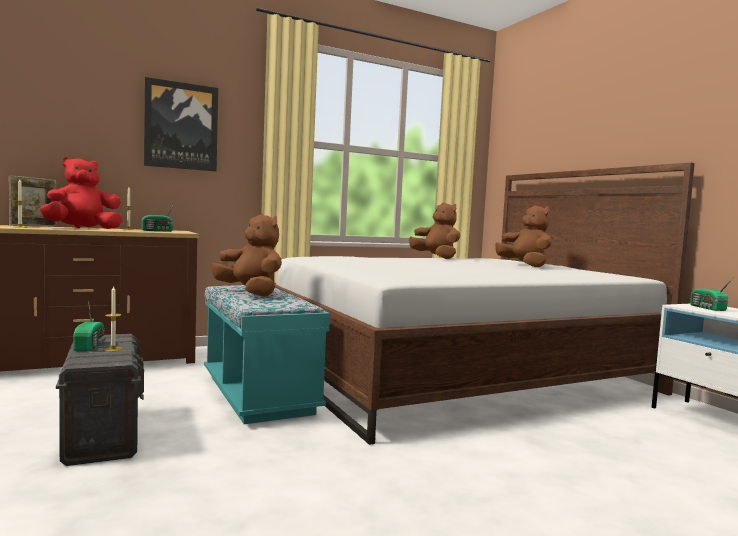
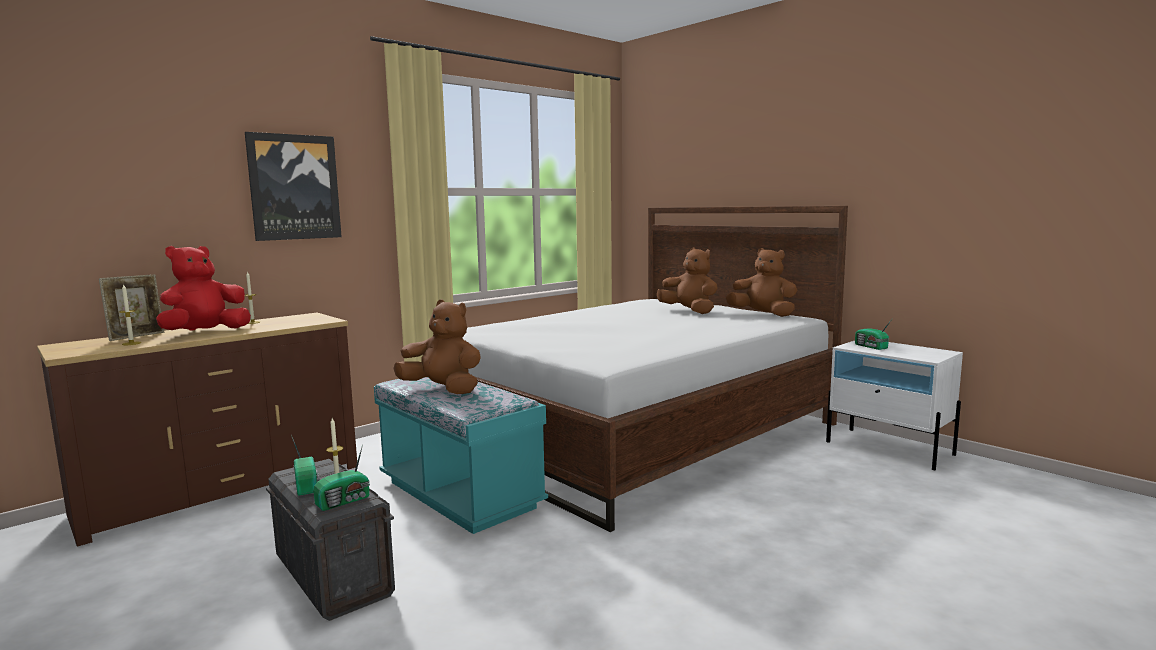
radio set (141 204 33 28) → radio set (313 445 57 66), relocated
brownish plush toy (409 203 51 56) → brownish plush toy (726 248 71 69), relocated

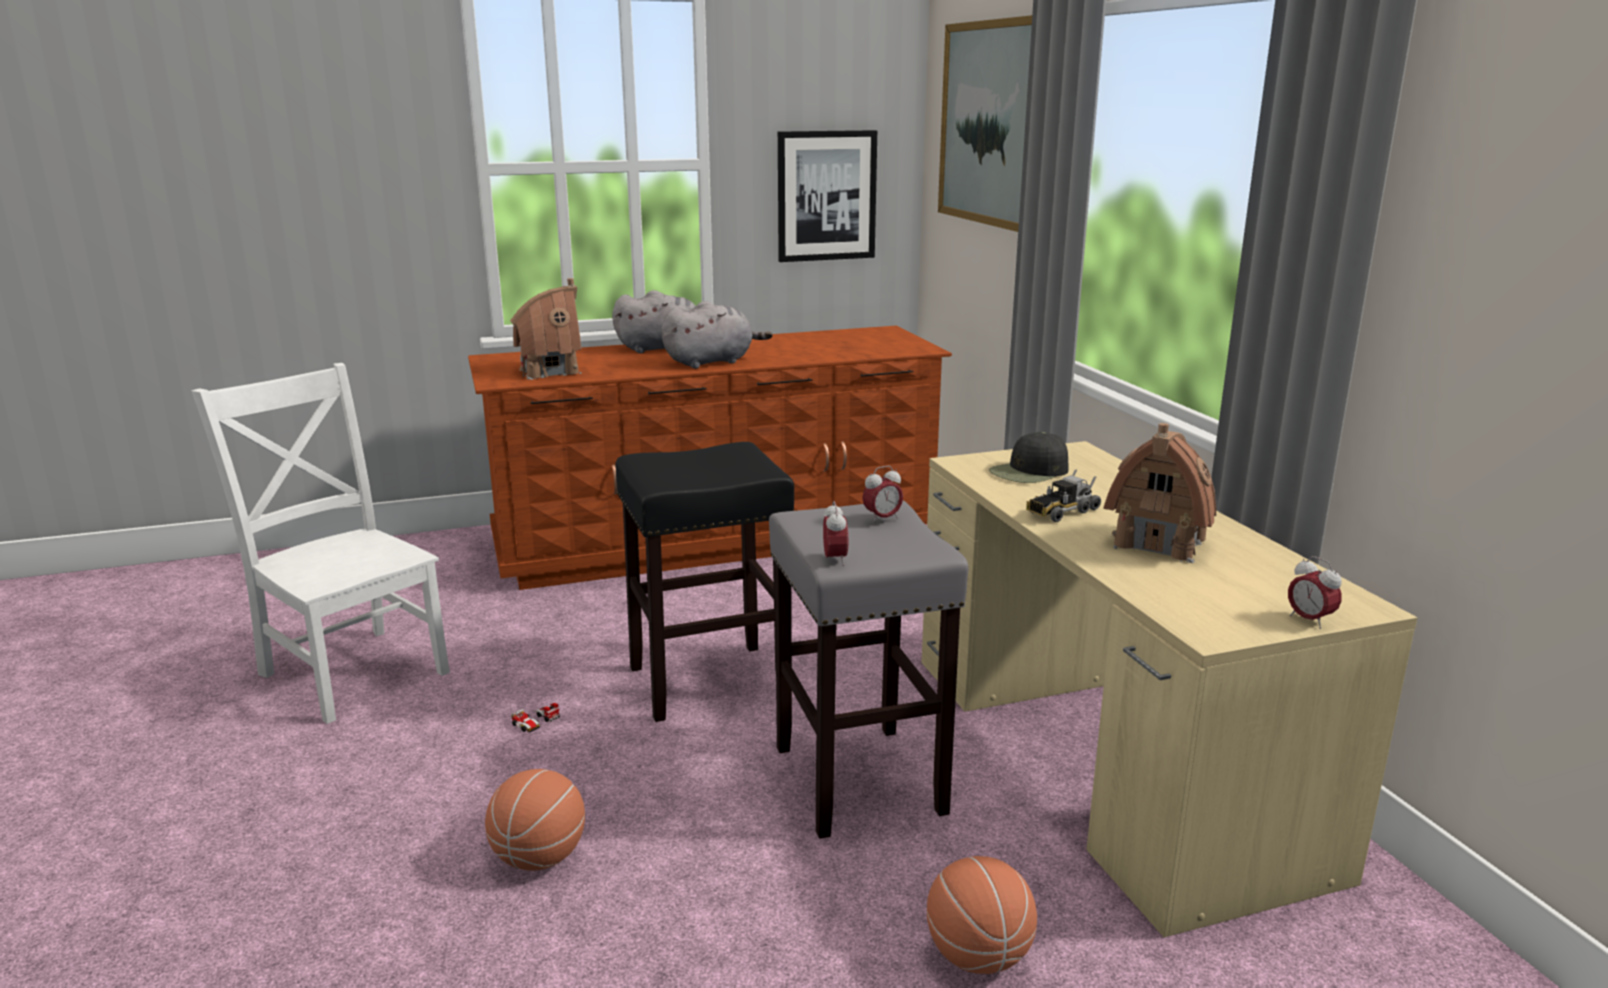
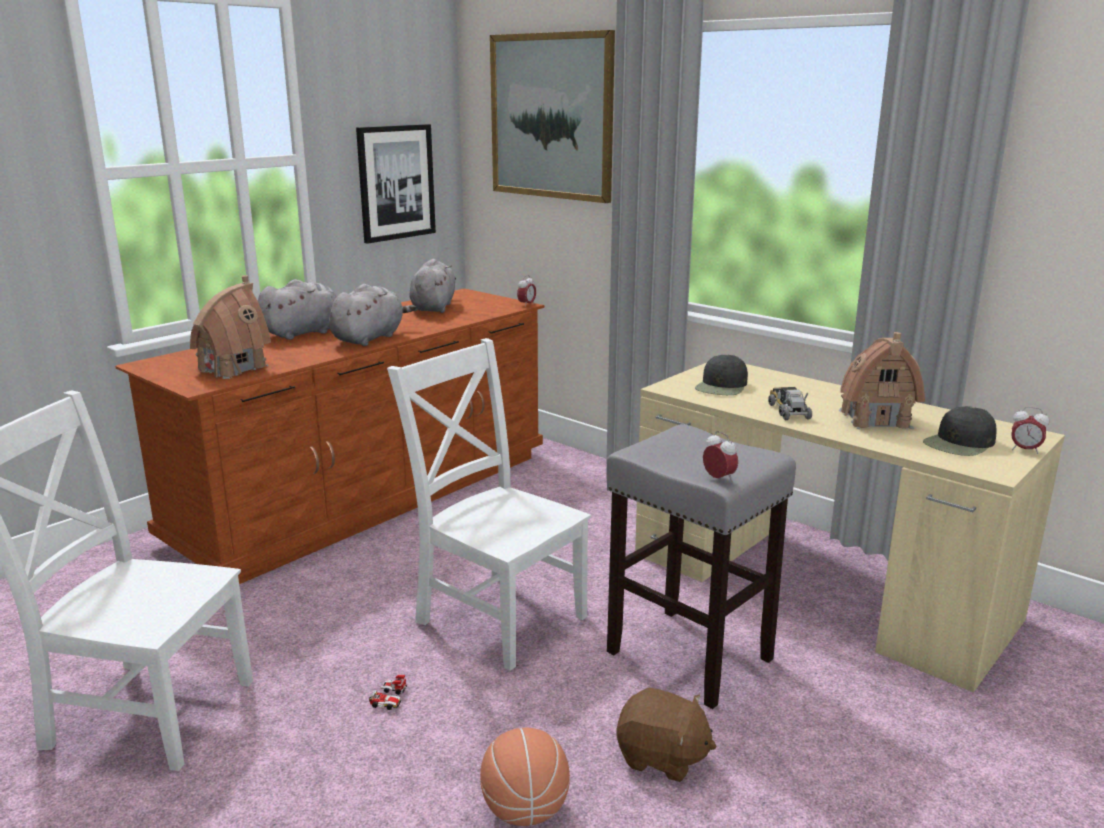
blackish sitting stool (615 442 179 280) → white chair (387 338 204 333)
table clock (862 466 41 57) → table clock (517 275 19 32), relocated
basketball (927 856 110 118) → -
toy truck (1026 469 75 53) → toy truck (768 387 44 33), 150 degrees clockwise
- → grey plush toy (409 259 47 54)
- → brownish plush toy (616 688 101 94)
- → blackish peaked cap (923 406 74 50)

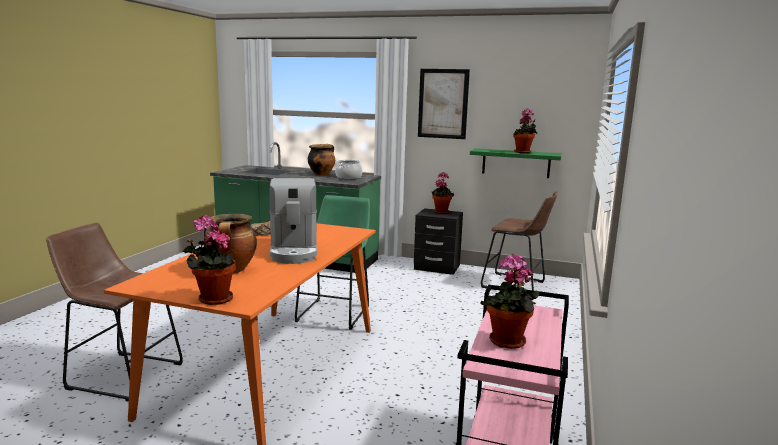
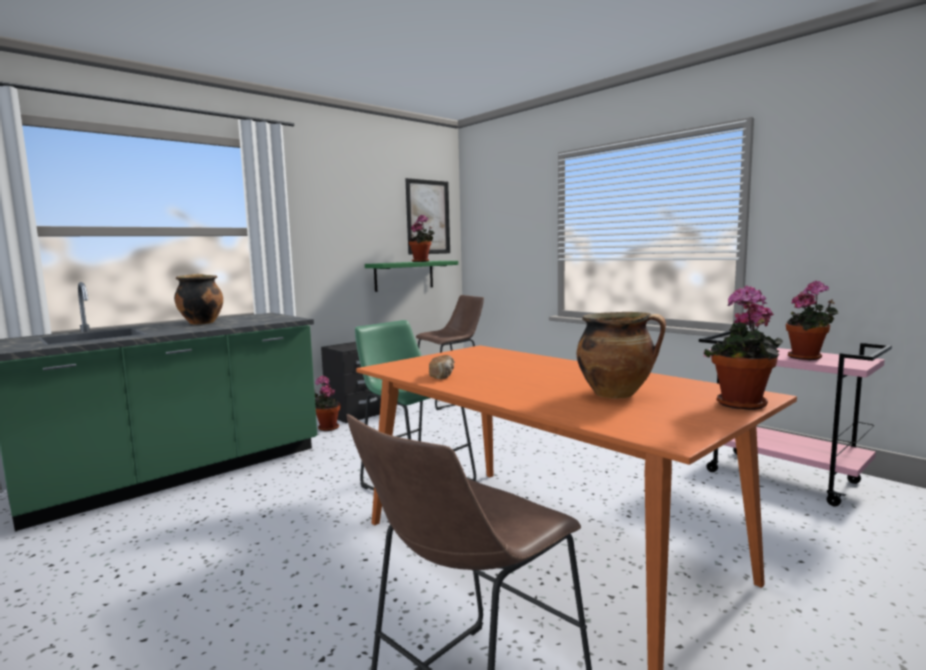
coffee machine (269 178 48 86) → -
cooking pot (335 160 27 19) → -
wall picture (418 69 52 70) → wall picture (405 178 45 77), relocated
houseplant (432 172 22 42) → houseplant (314 376 27 55), relocated

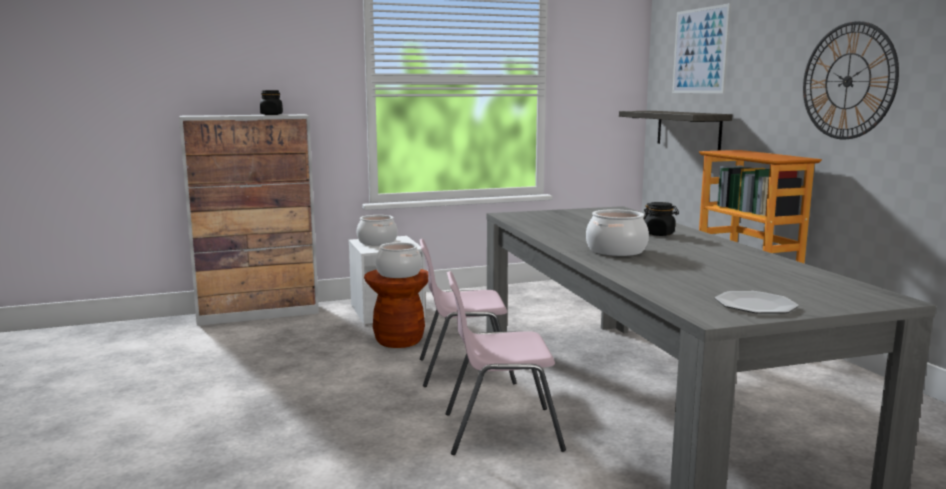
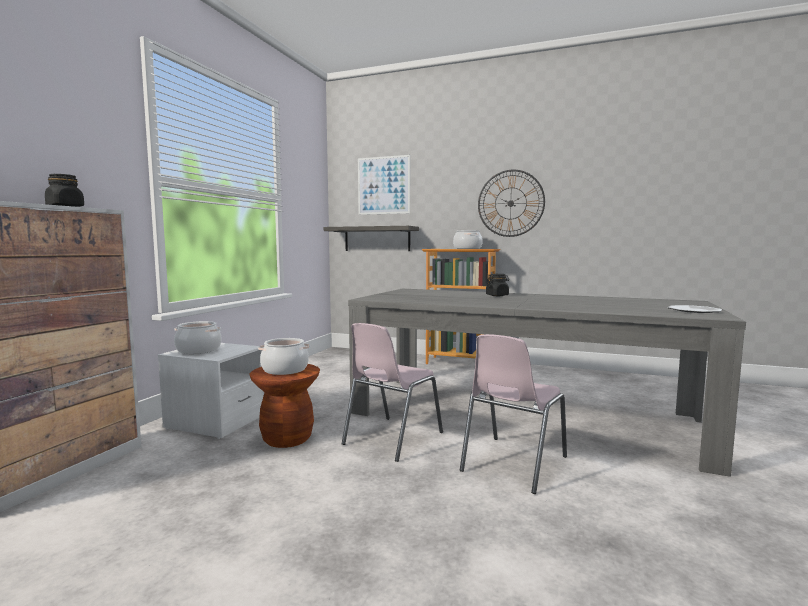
cooking pot (586 209 63 47) → cooking pot (453 230 30 19), relocated

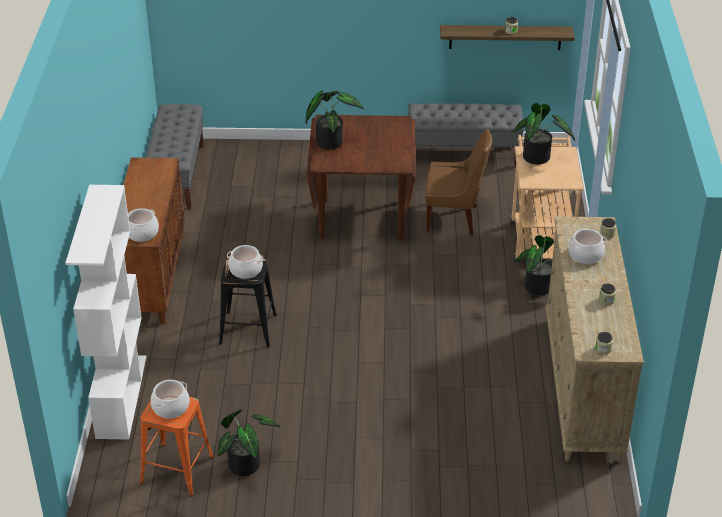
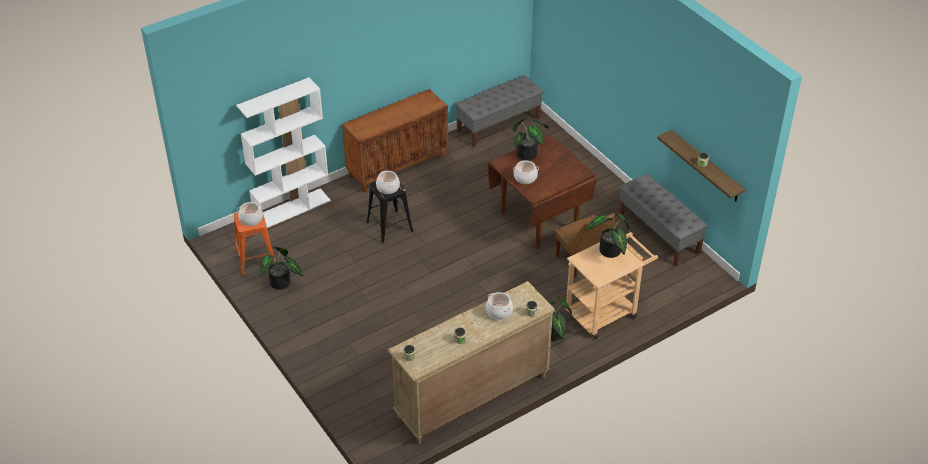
cooking pot (128 208 31 34) → cooking pot (513 160 26 24), relocated

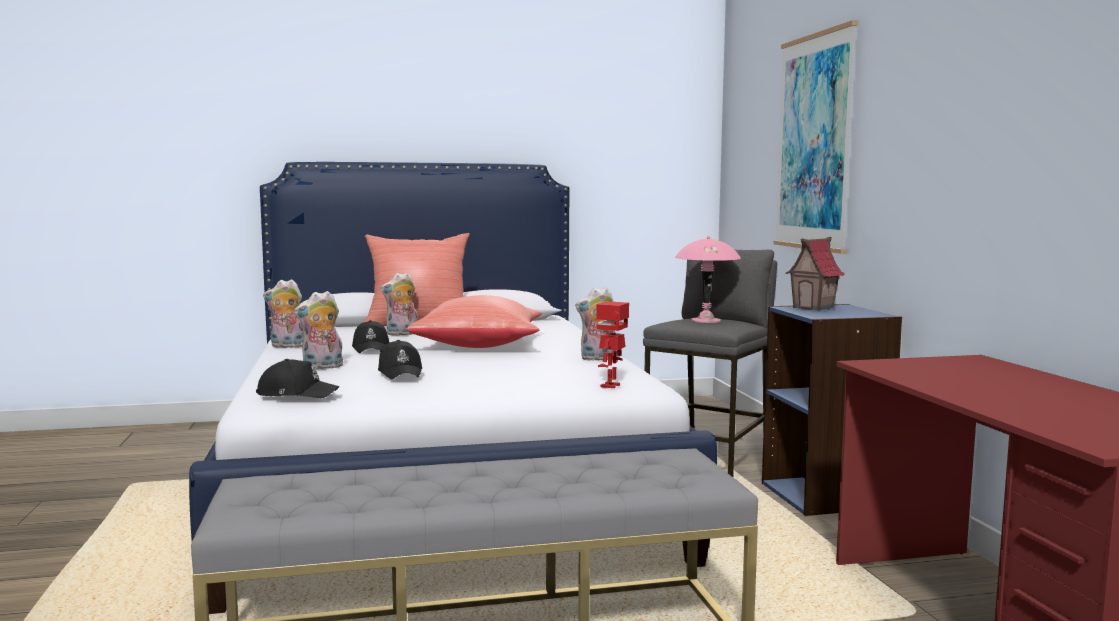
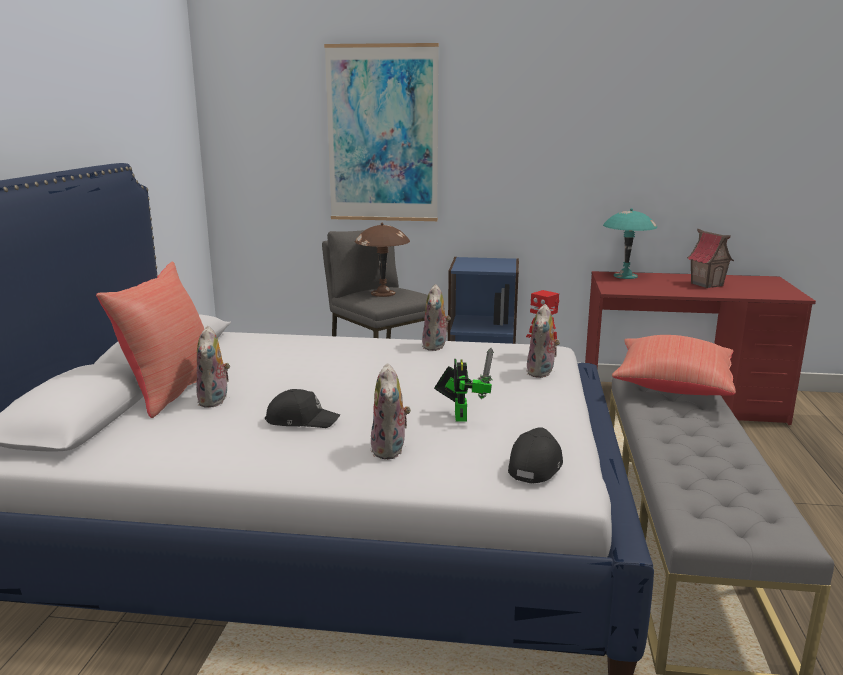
plush toy (263 279 41 69) → plush toy (527 304 33 74), relocated
blackish peaked cap (378 340 44 39) → model robot (434 348 60 73)
red pillow (407 295 135 53) → red pillow (612 335 124 61), relocated
pink-coloured lamp for a table (675 236 66 87) → brownish lamp for a table (355 223 55 74)
miniature house (786 237 59 74) → miniature house (687 229 47 59), relocated
- → turquoise-coloured lamp for a table (603 208 54 71)

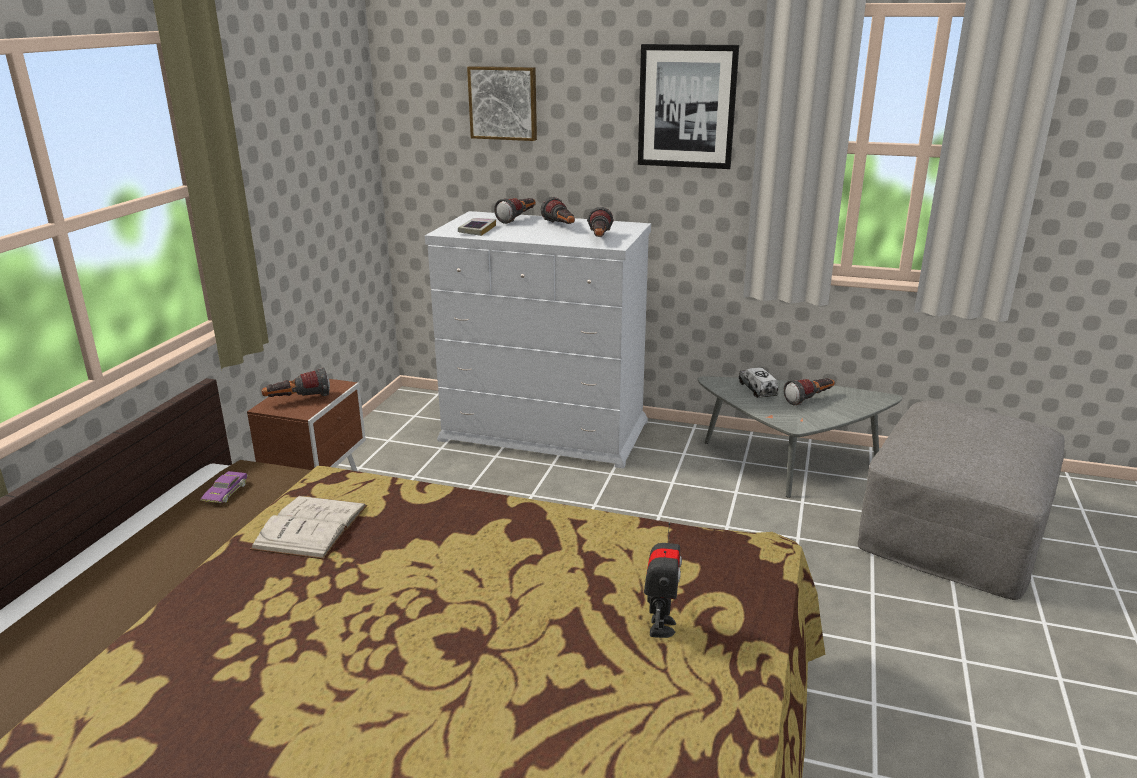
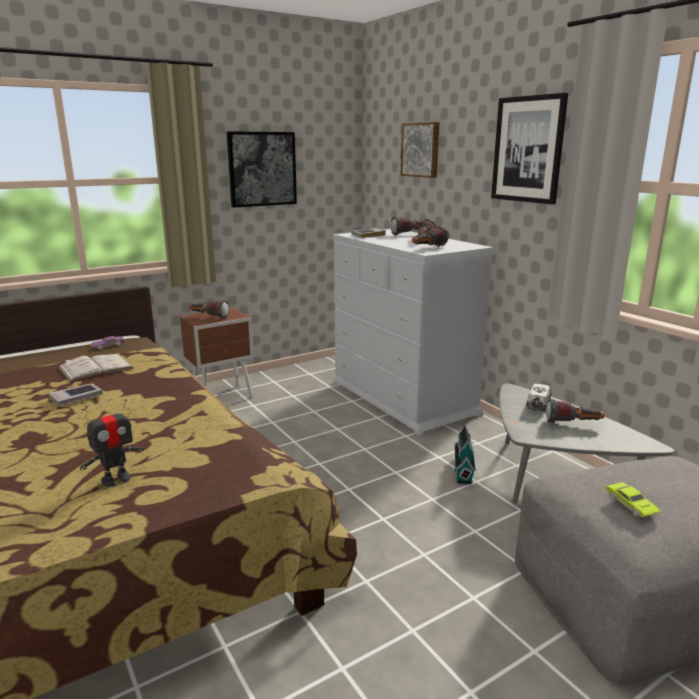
- → bound book (49 383 54 23)
- → wall picture (227 131 70 77)
- → miniature house (454 425 22 59)
- → green-coloured model car (606 482 55 35)

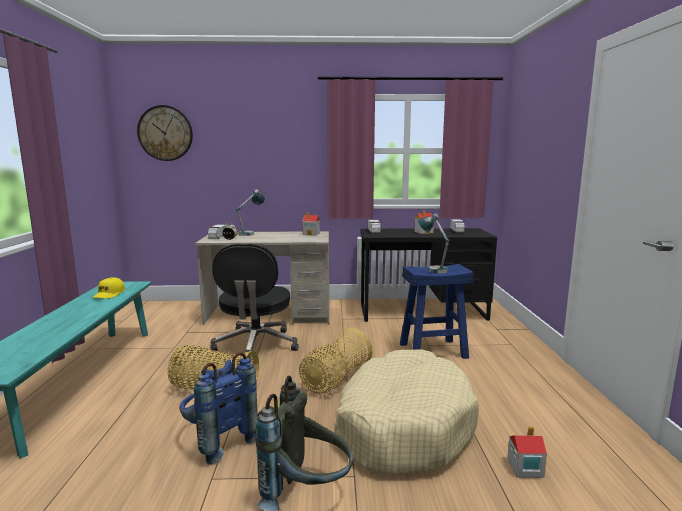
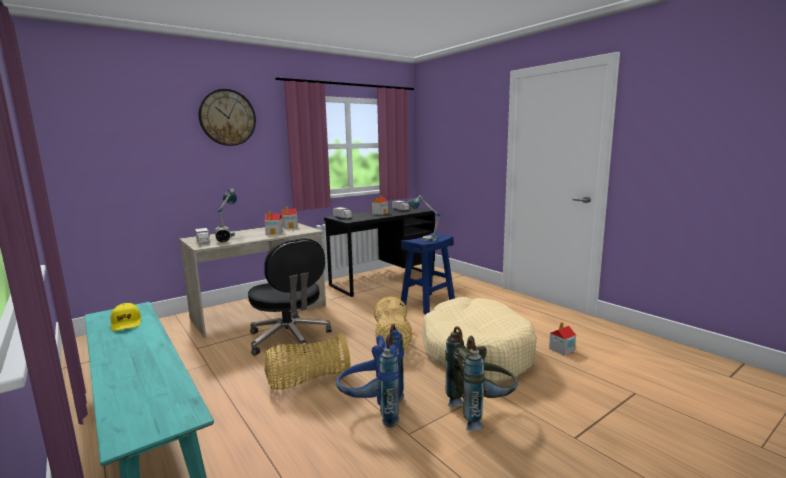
wall clock (137 105 56 56) → wall clock (199 89 57 57), relocated
- → miniature house (265 211 18 24)

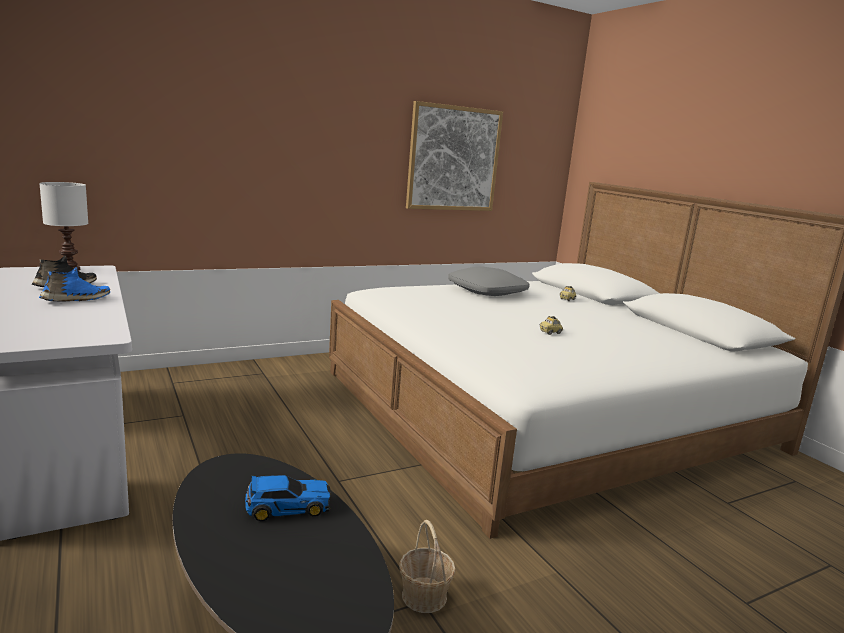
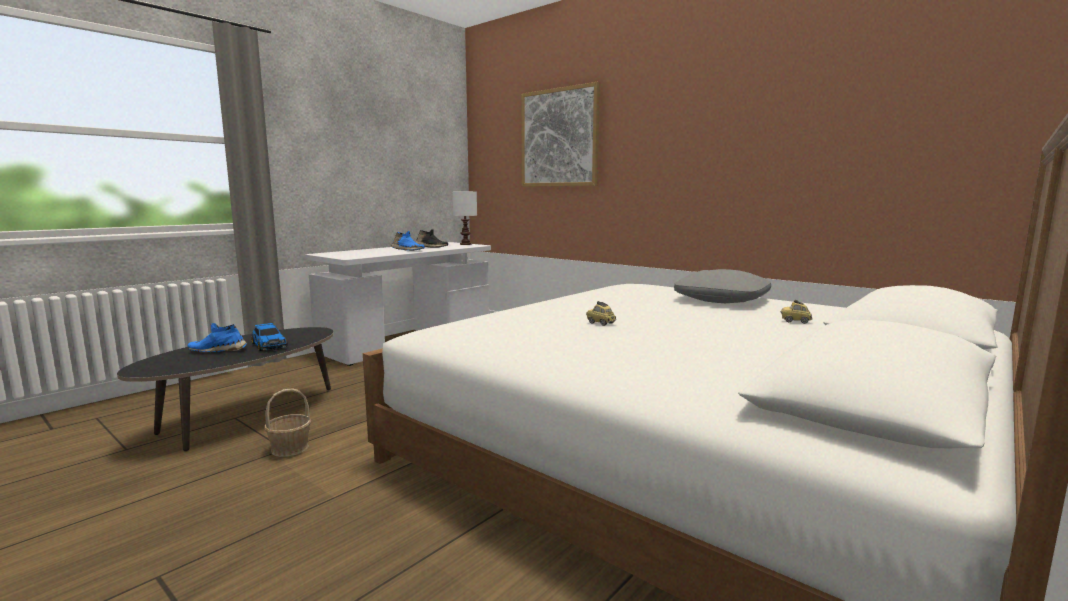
wall picture (406 101 97 110) → wall picture (521 82 79 105), relocated
- → blue-coloured low shoe (188 323 59 29)

